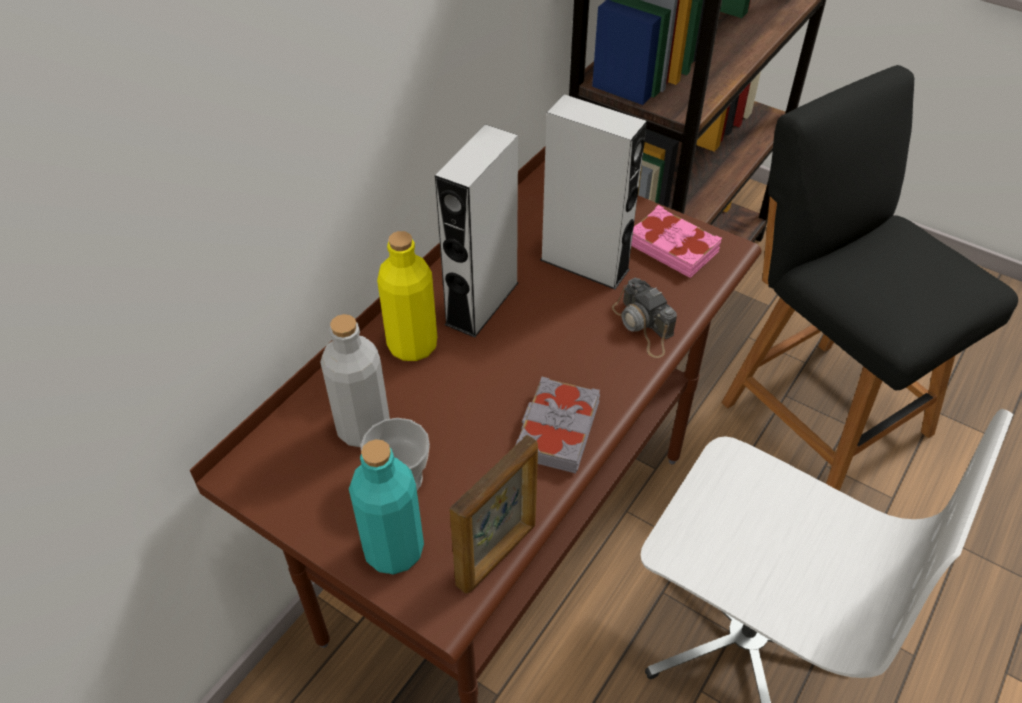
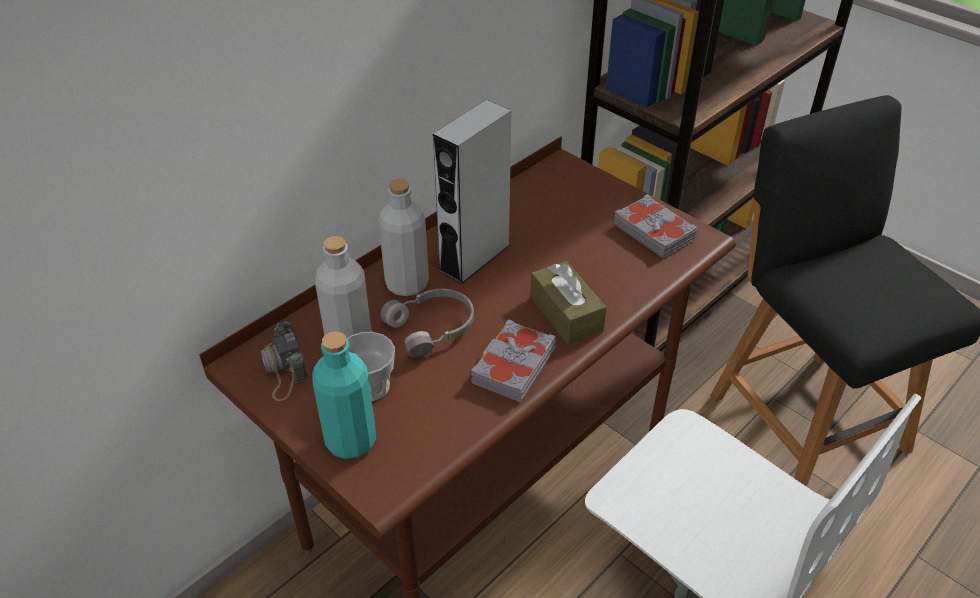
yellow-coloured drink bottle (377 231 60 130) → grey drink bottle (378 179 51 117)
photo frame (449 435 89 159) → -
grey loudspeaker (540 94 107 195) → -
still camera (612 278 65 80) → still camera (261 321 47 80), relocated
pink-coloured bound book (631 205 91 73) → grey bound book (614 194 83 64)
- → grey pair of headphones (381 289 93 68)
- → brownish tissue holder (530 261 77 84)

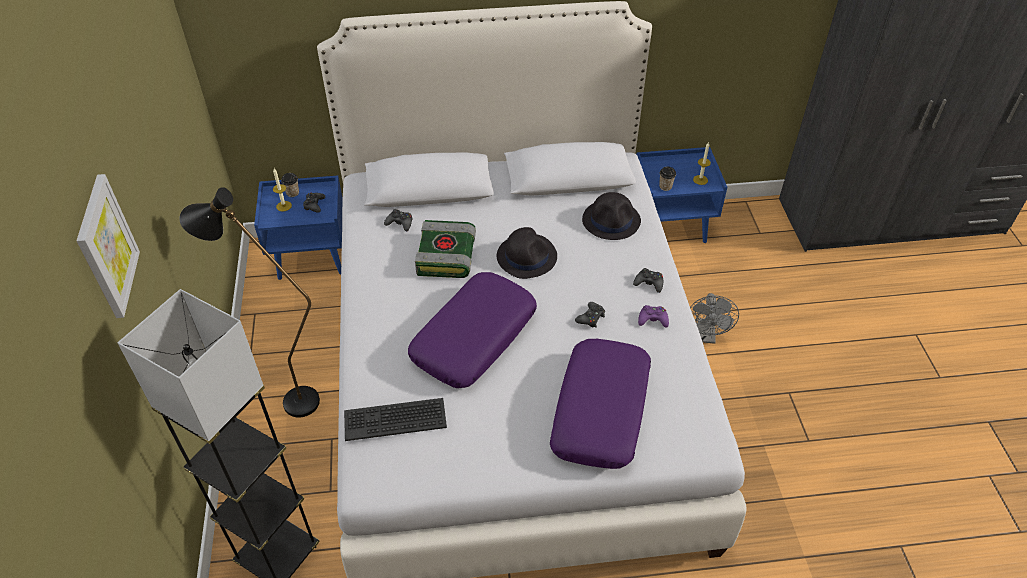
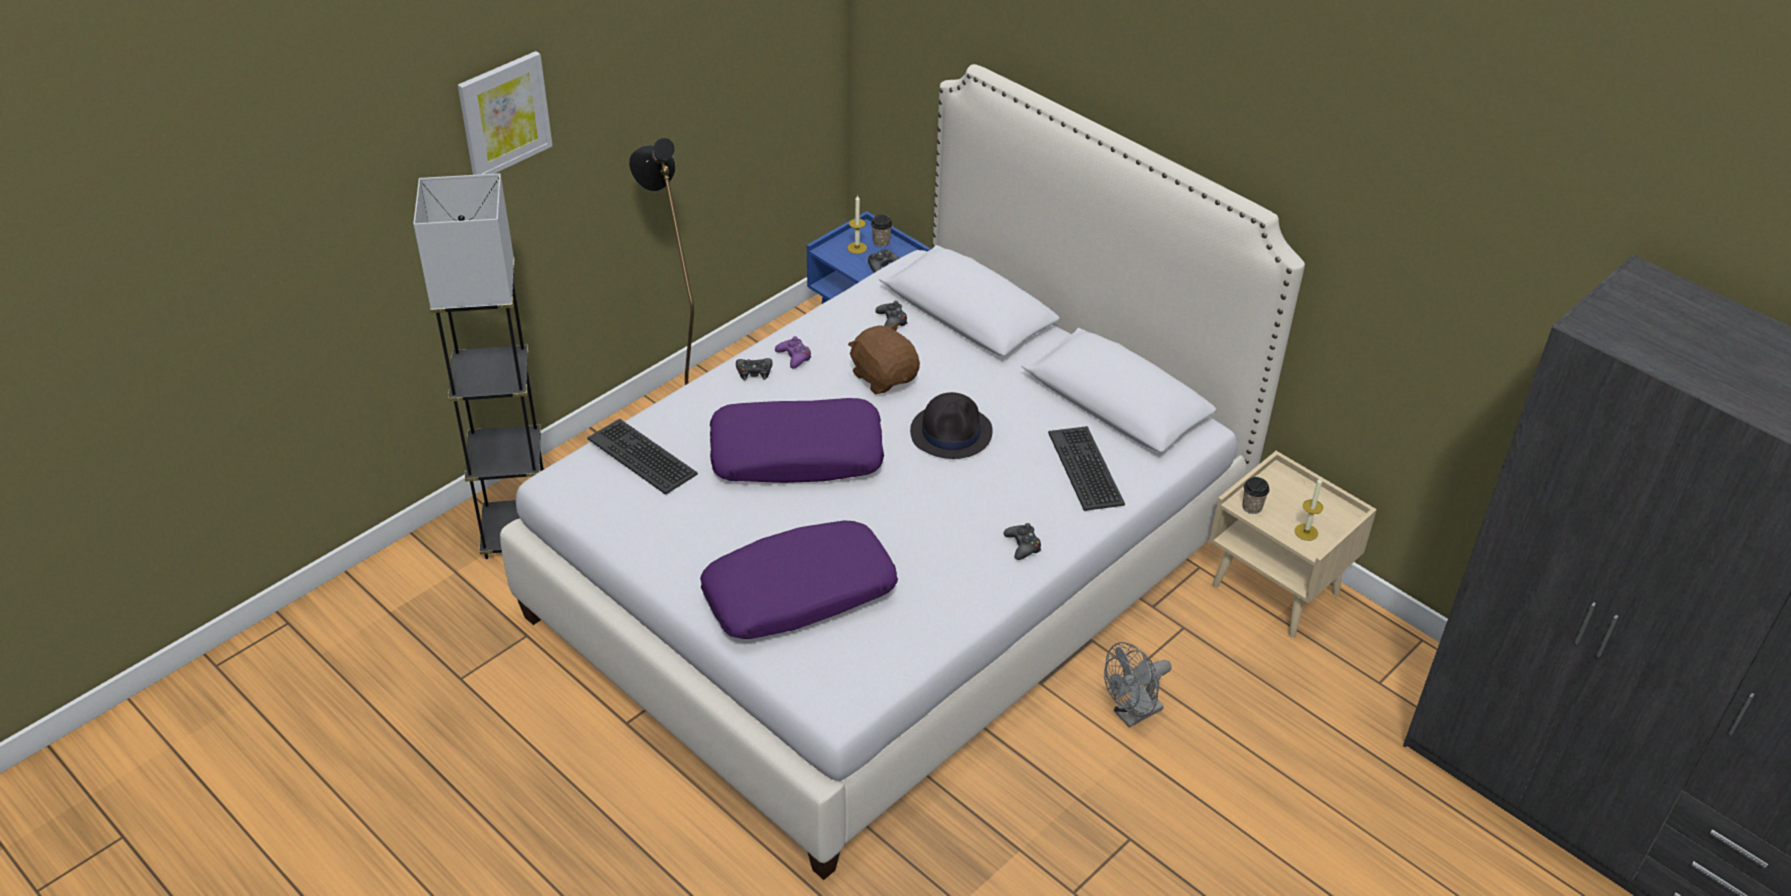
bound book (415 220 61 58) → brownish plush toy (848 323 72 71)
blackish joypad (575 302 30 26) → blackish joypad (736 358 37 22), relocated
blackish hat (582 192 59 48) → computer keyboard (1048 426 77 85)
blue-coloured bedside table (636 147 91 96) → sand-coloured bedside table (1209 451 168 186)
purplish joypad (638 305 31 23) → purplish joypad (775 336 36 33), relocated

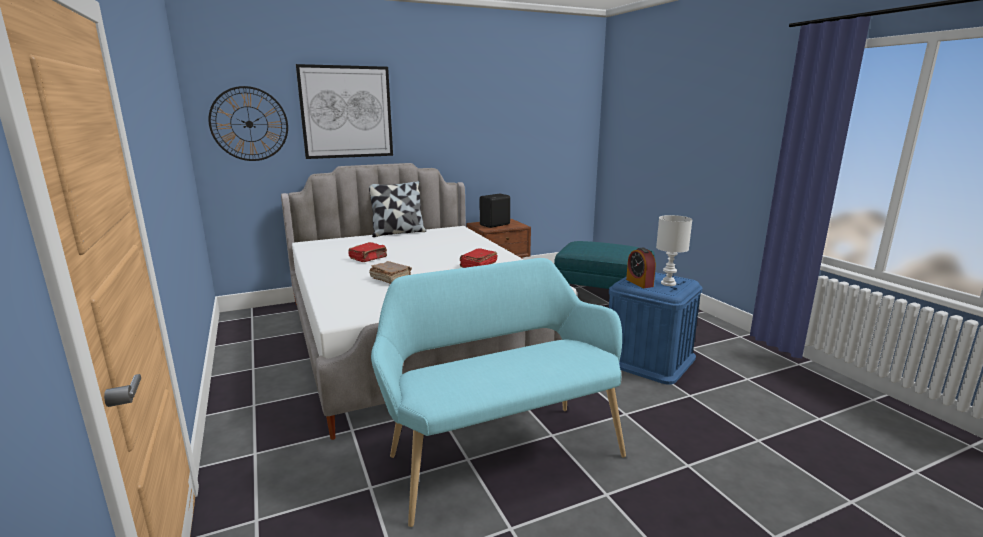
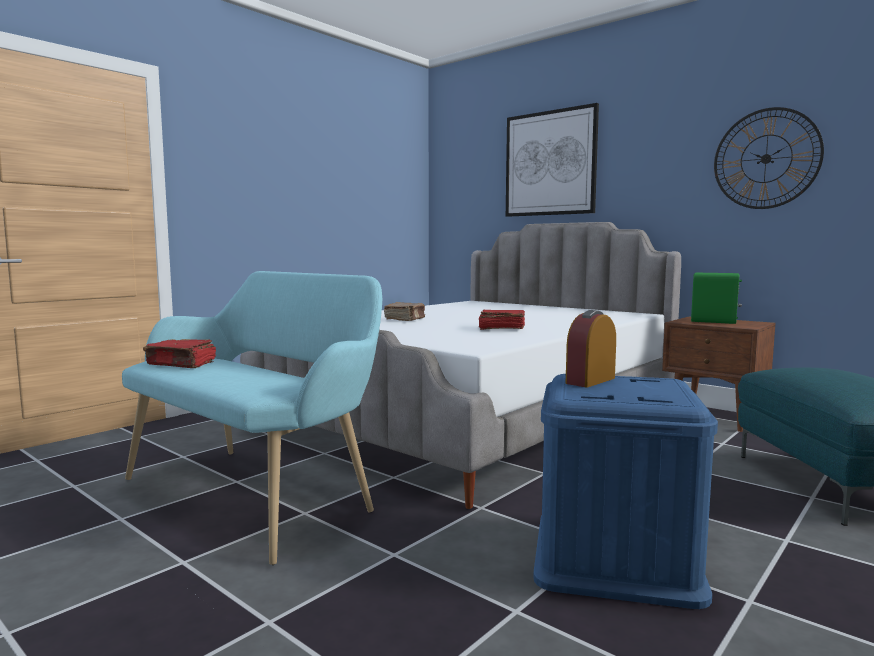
wall clock (209 86 79 75) → wall clock (714 107 110 102), relocated
red bound book (348 242 39 20) → red bound book (143 339 73 29), relocated
pillow (369 181 57 56) → -
blackish loudspeaker (480 194 30 34) → green-coloured loudspeaker (691 273 51 51)
white lamp for a table (656 215 36 71) → -

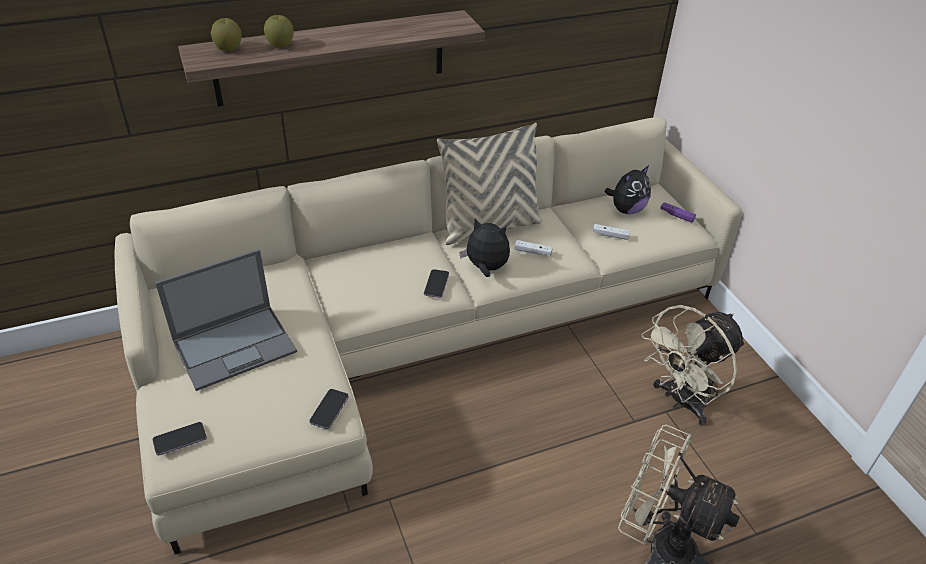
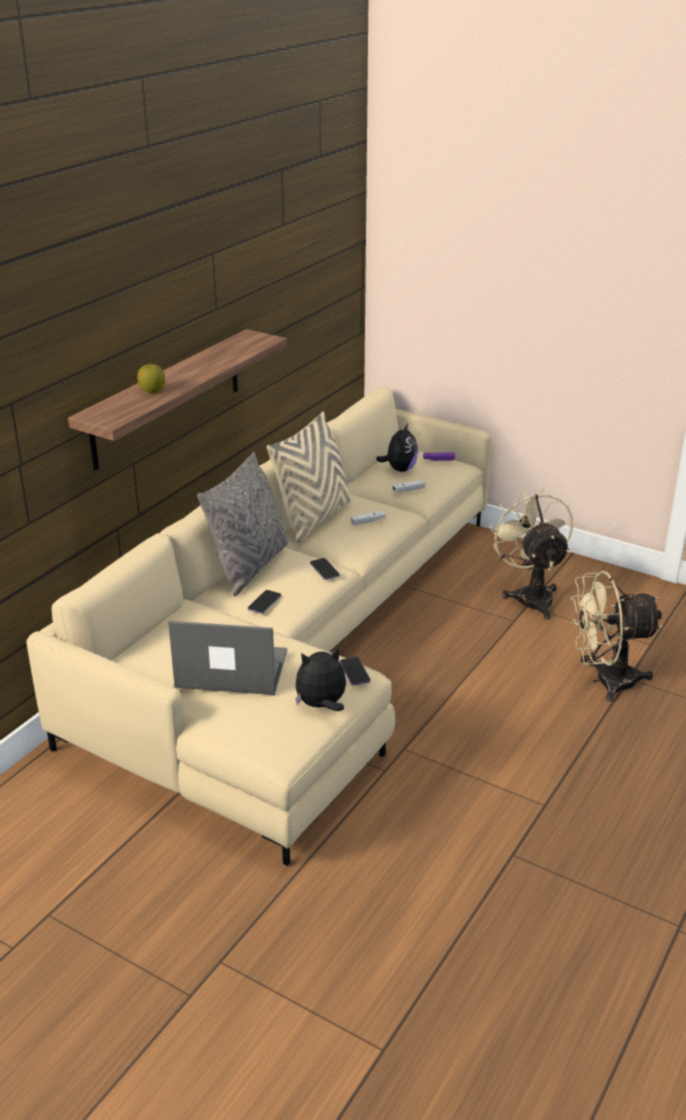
phone (152 422 55 33) → phone (248 590 33 24), relocated
notebook computer (155 249 142 142) → notebook computer (168 621 119 74), 105 degrees counterclockwise
whole apple (211 17 31 34) → -
plush toy (459 218 51 59) → plush toy (296 647 50 64), relocated
sand-coloured cooling fan (641 305 105 121) → sand-coloured cooling fan (489 488 84 132), 150 degrees clockwise
- → grey pillow (197 452 91 145)

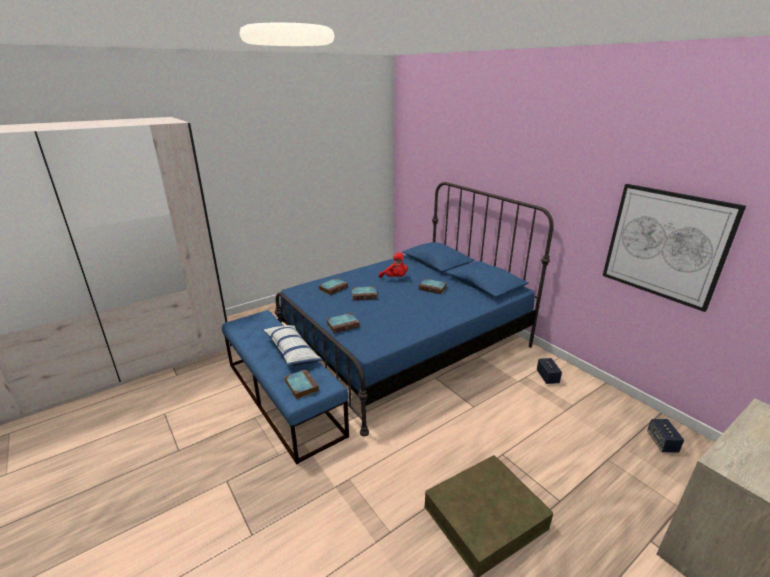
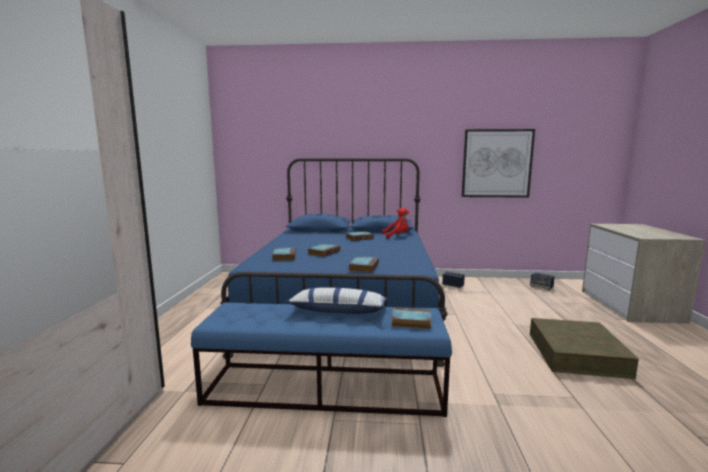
red plush toy (379 252 29 26) → red plush toy (382 207 27 32), relocated

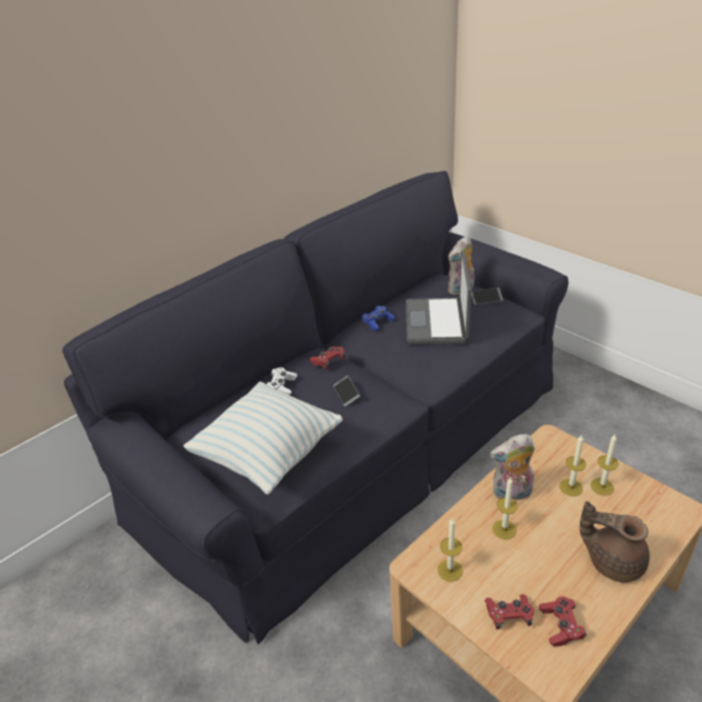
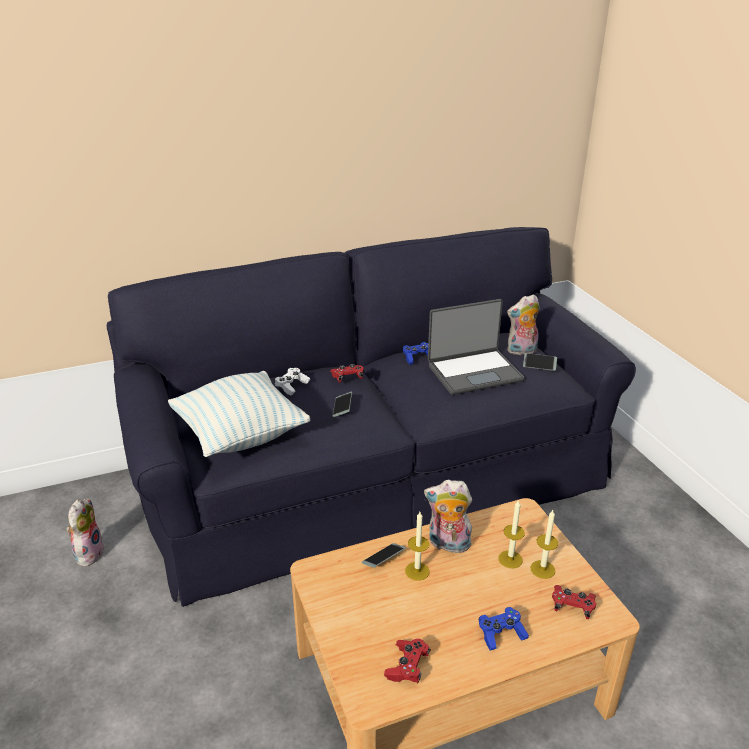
notebook computer (406 251 66 93) → notebook computer (428 299 96 96), 135 degrees counterclockwise
candle (438 518 25 64) → -
red joypad (484 594 50 35) → red joypad (552 585 44 34), relocated
brownish tea pot (580 501 70 81) → blue-coloured joypad (479 607 50 44)
- → plush toy (66 498 39 69)
- → phone (362 543 44 25)

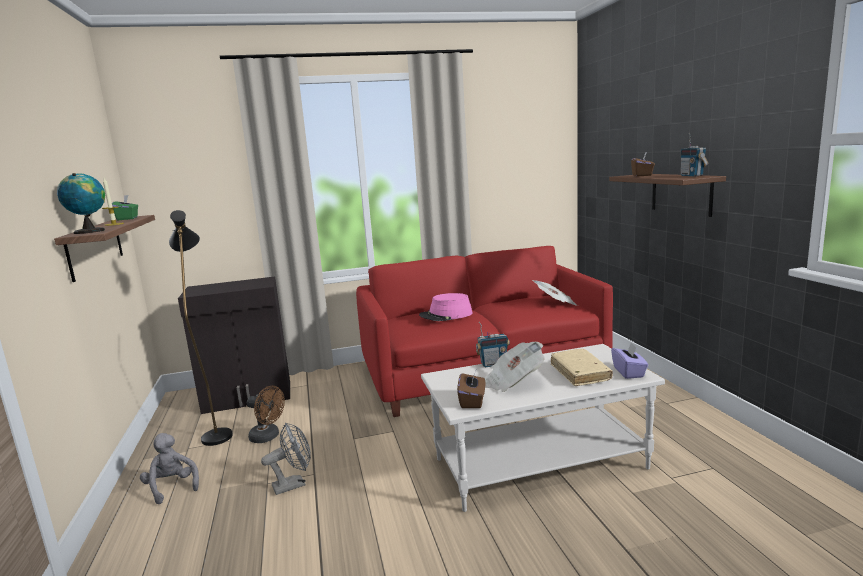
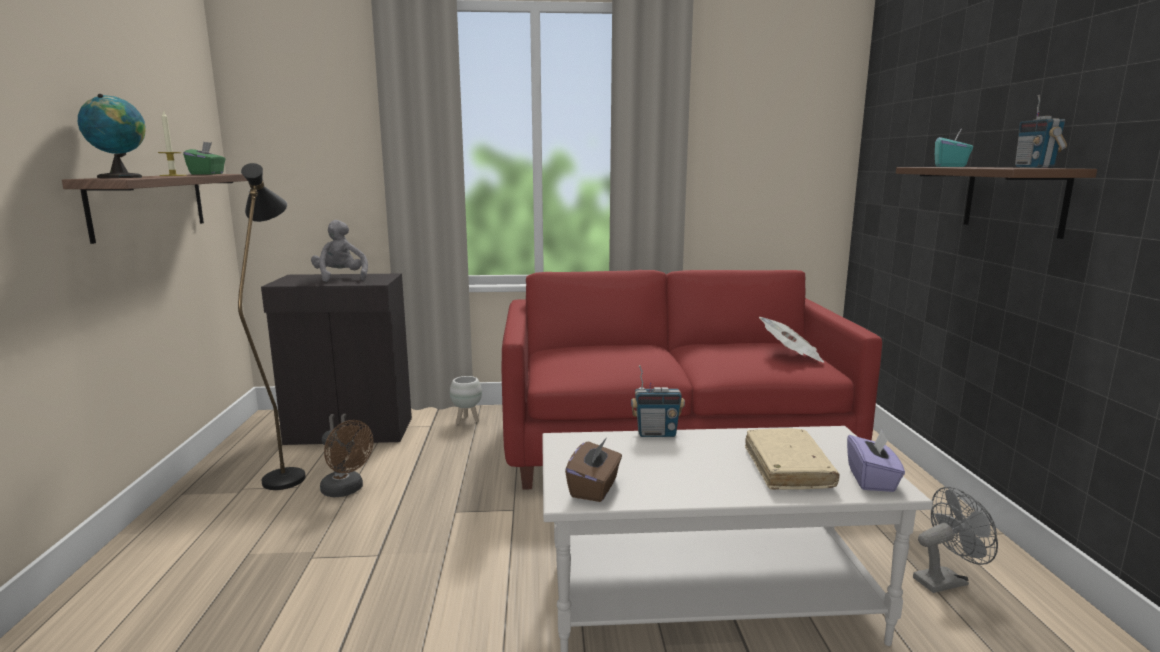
grey plush toy (140 433 59 71) → grey plush toy (311 220 57 62), relocated
grey cooling fan (261 423 50 72) → grey cooling fan (913 487 85 106), relocated
pink-coloured hat (419 293 53 28) → -
newspaper (485 342 60 50) → -
brownish tissue holder (631 152 24 24) → turquoise-coloured tissue holder (935 129 38 38)
- → white plant pot (450 376 32 48)

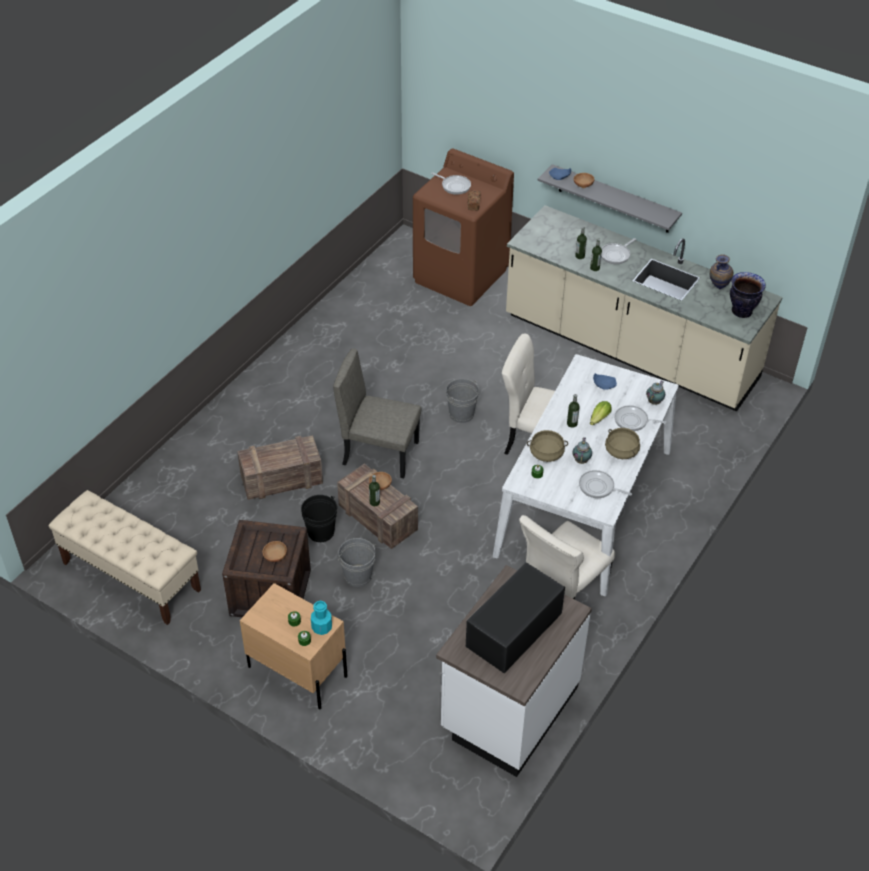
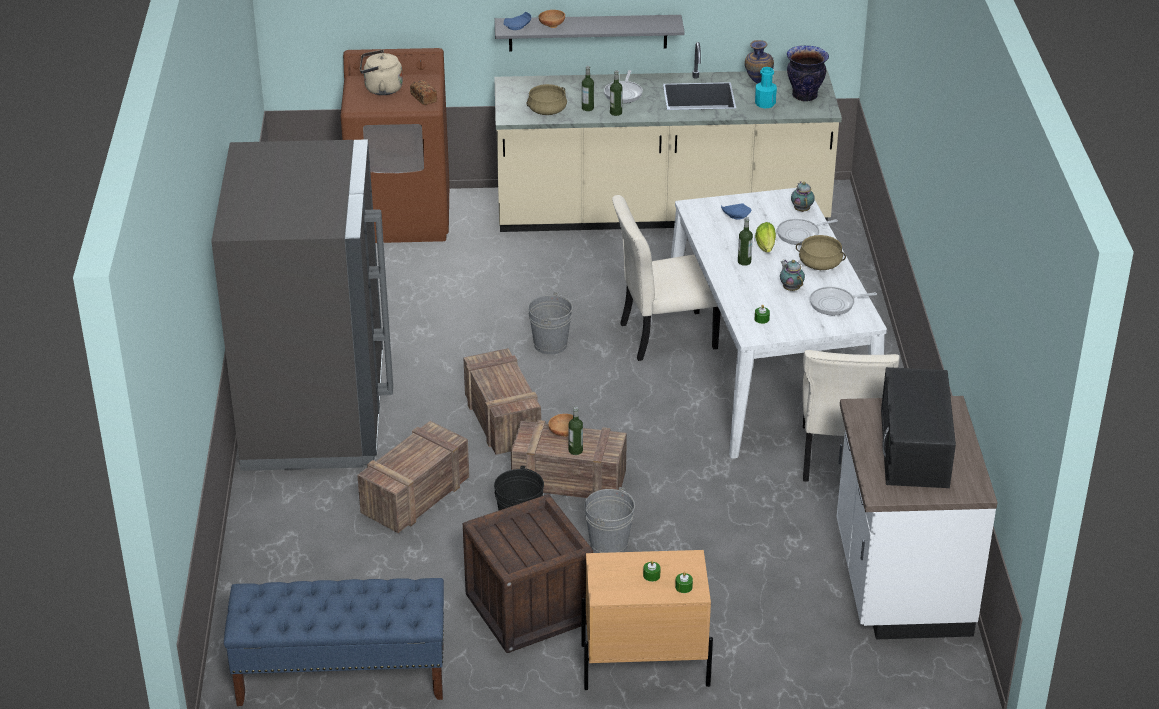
sand-coloured long seat (49 490 152 135) → blue-coloured long seat (224 578 220 128)
brownish deep dish (263 541 24 21) → -
turquoise-coloured drink bottle (311 601 21 34) → turquoise-coloured drink bottle (755 67 22 42), relocated
sand-coloured chair (333 349 88 129) → packing crate (463 348 78 107)
frying pan (431 172 40 23) → sand-coloured tea kettle (360 50 43 45)
sand-coloured cooking pot (527 430 41 32) → sand-coloured cooking pot (526 84 41 31), relocated
- → grey fridge (211 139 182 332)

